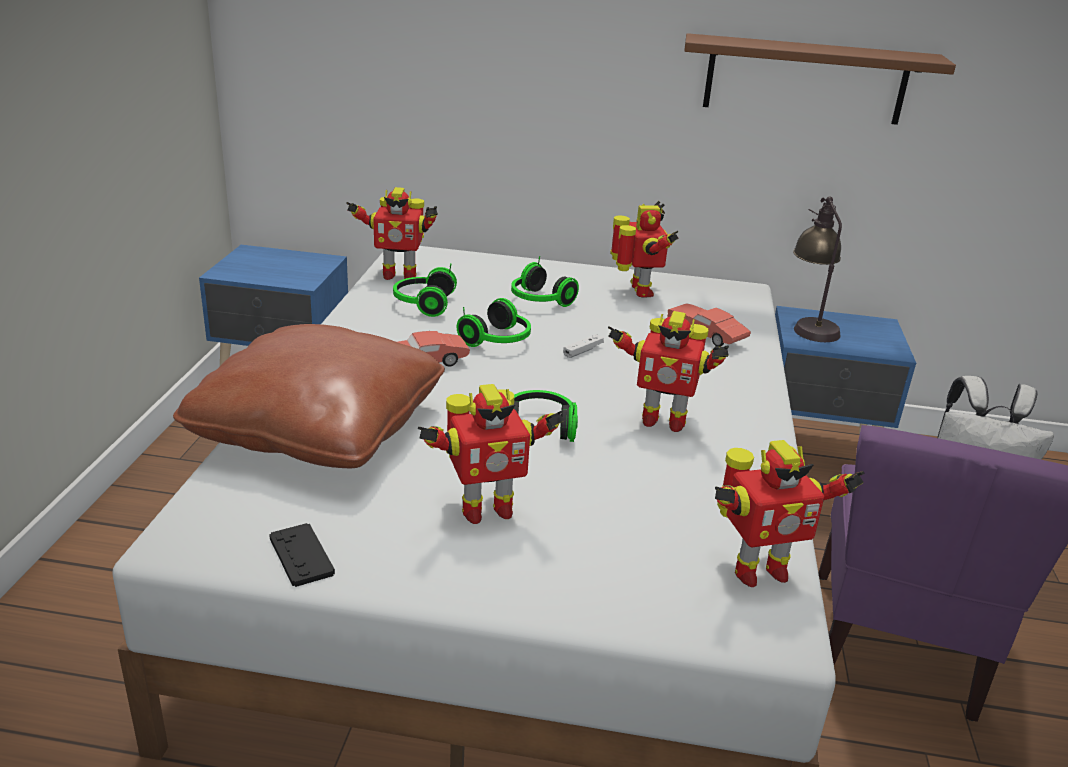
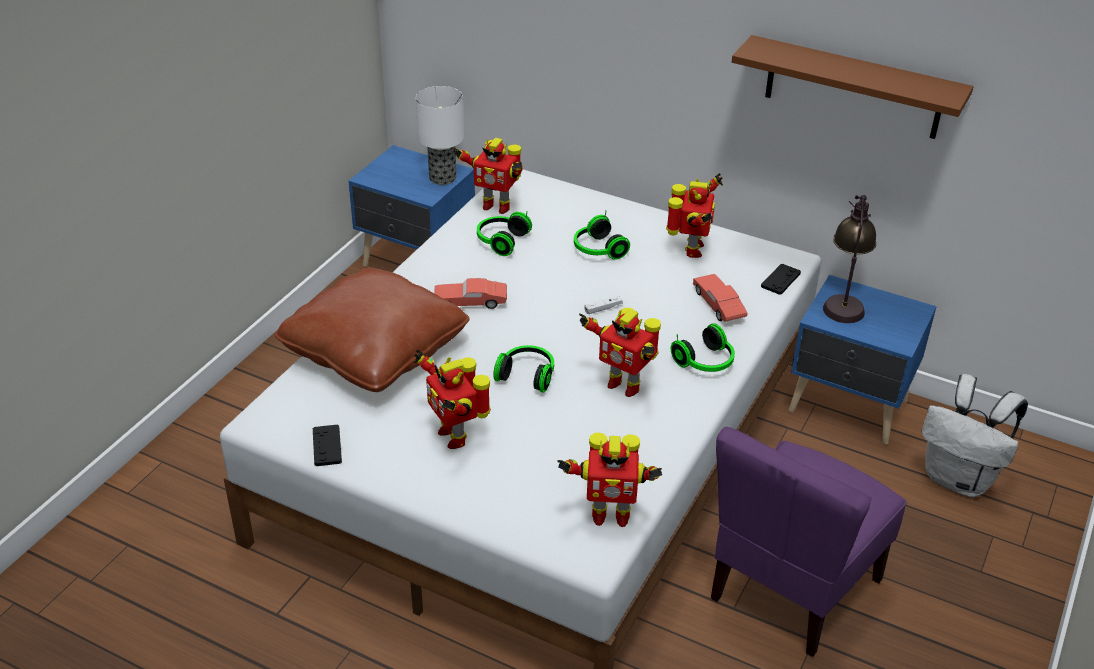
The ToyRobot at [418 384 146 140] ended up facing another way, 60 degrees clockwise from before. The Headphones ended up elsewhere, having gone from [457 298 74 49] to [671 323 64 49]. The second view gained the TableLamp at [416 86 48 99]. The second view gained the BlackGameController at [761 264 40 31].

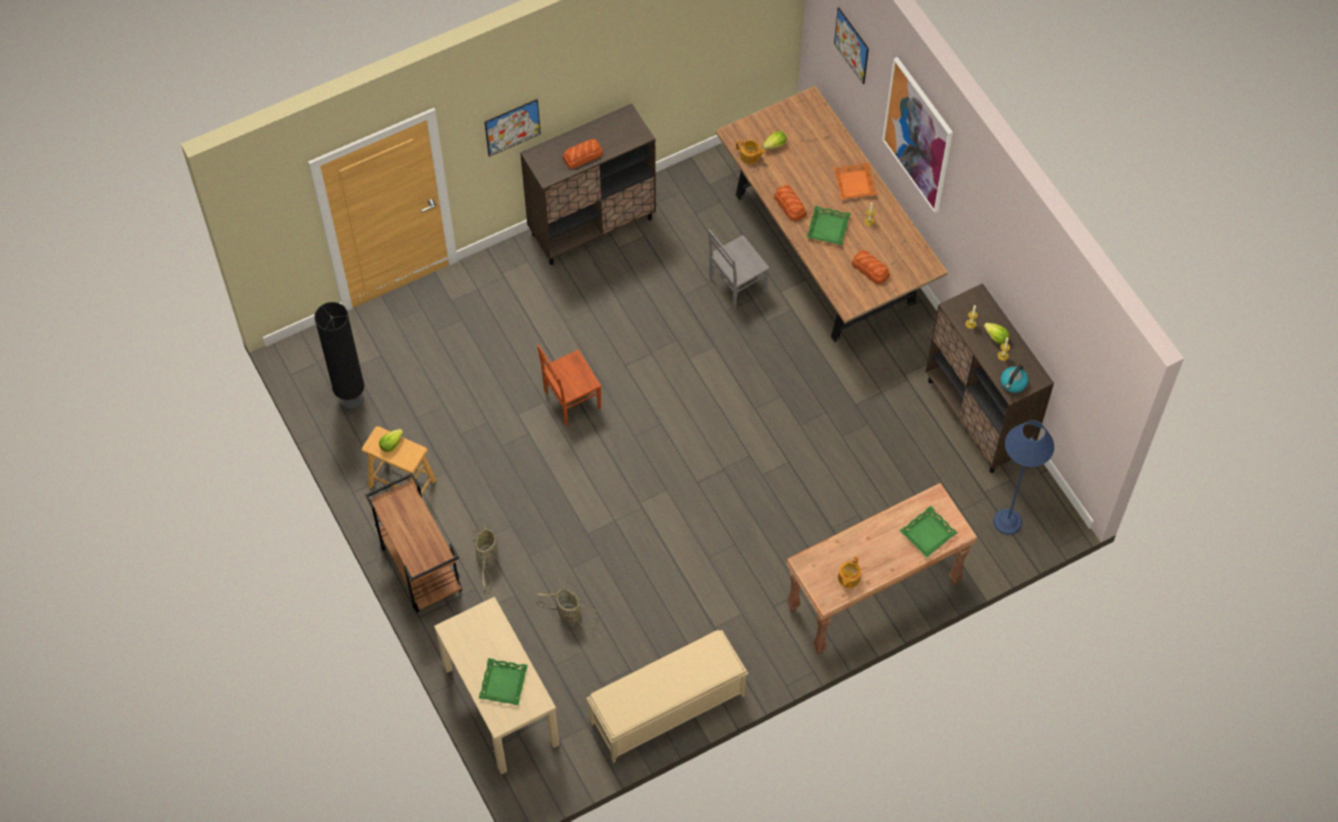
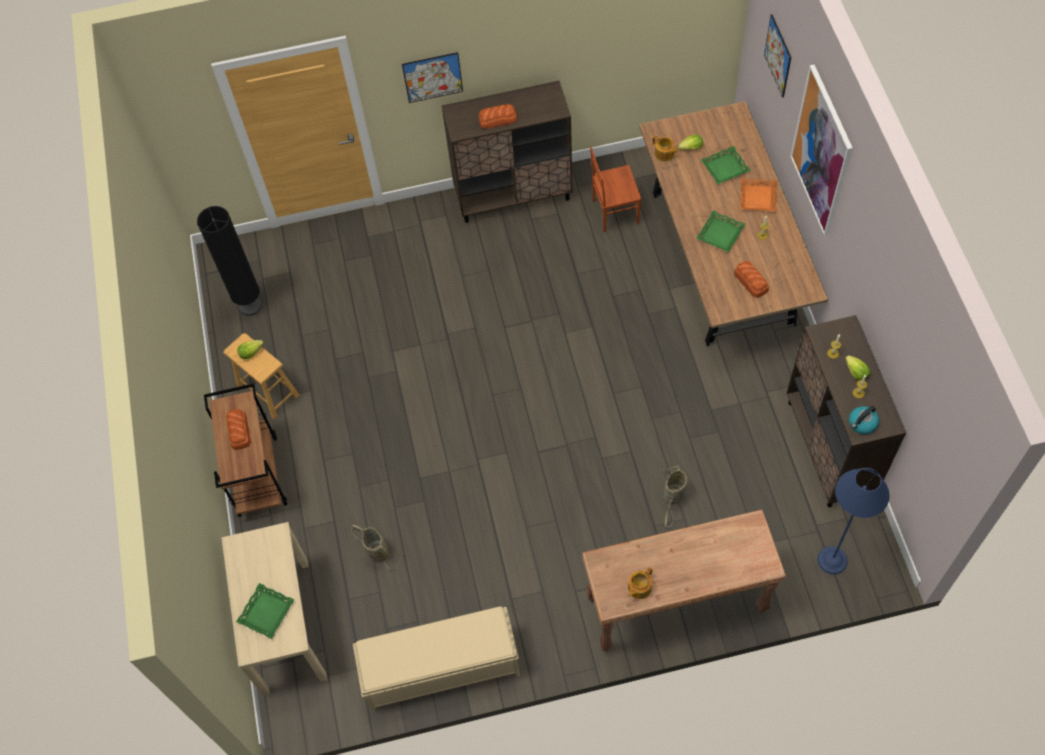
The Basket ended up elsewhere, having gone from [472 525 25 64] to [663 465 25 62]. The BrownChair ended up elsewhere, having gone from [537 344 64 82] to [590 147 52 85]. The second view lost the GreyChair at [709 229 61 81]. The Bread ended up elsewhere, having gone from [774 185 32 37] to [226 409 25 41]. The GreenTray ended up elsewhere, having gone from [899 506 59 52] to [700 146 51 38].

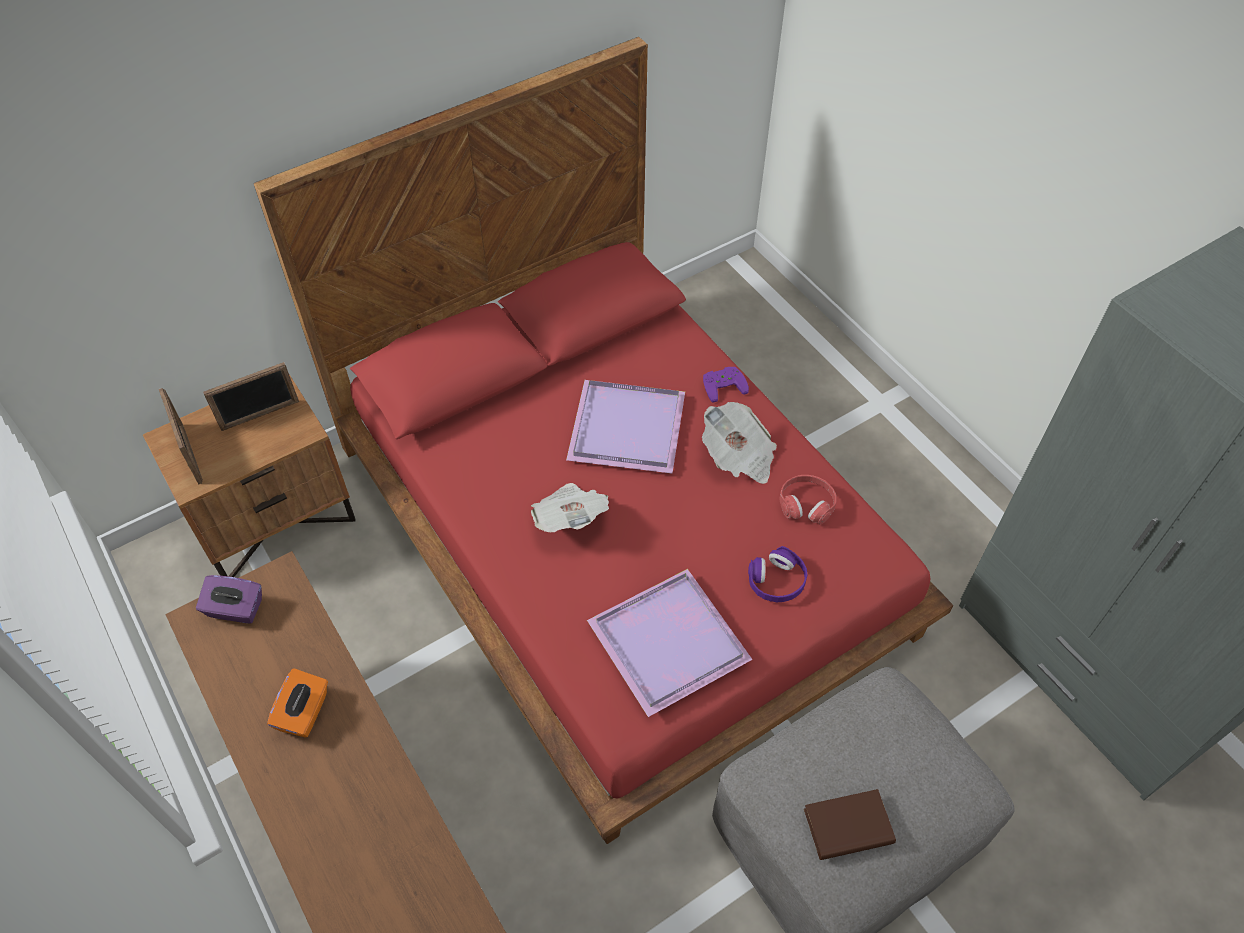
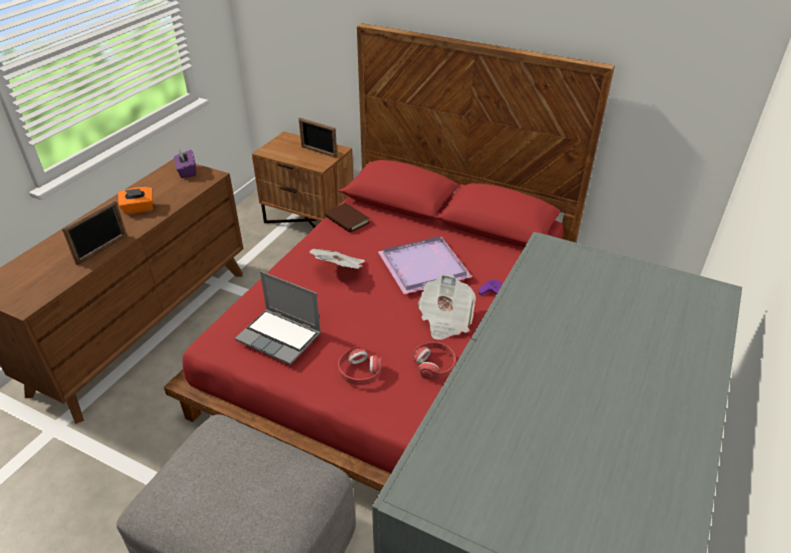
The PictureFrame ended up elsewhere, having gone from [159 388 44 96] to [62 200 65 65]. Where the PurpleTray stood at [587 569 166 148], the Laptop came to stand at [235 271 86 94]. What was the PurpleHeadphones at [748 546 59 56] turned into the RedHeadphones at [338 346 44 39]. The BrownBook ended up elsewhere, having gone from [804 789 92 71] to [325 203 45 30].

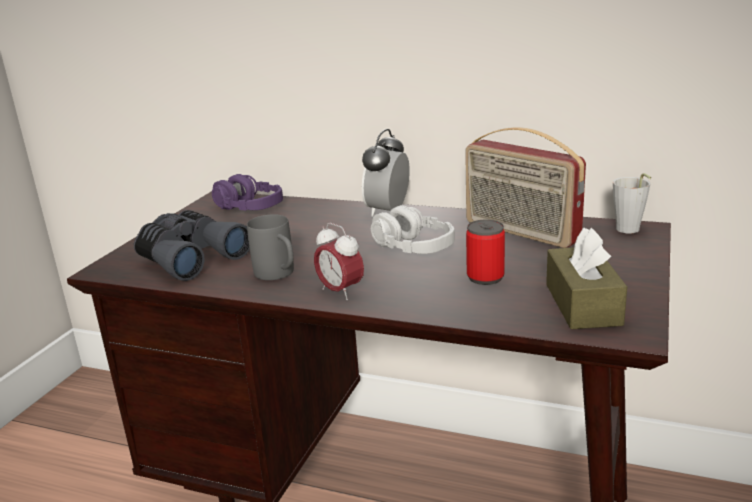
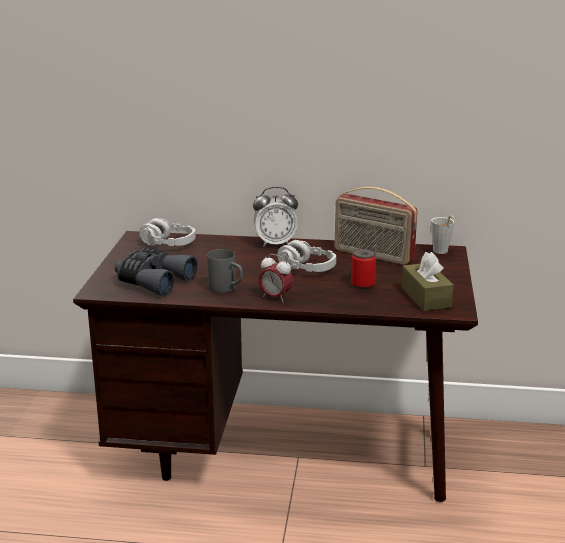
What was the PurpleHeadphones at [212 174 71 36] turned into the GreyHeadphones at [139 218 57 28]. The AlarmClock at [362 129 48 88] ended up facing another way, 105 degrees counterclockwise from before.

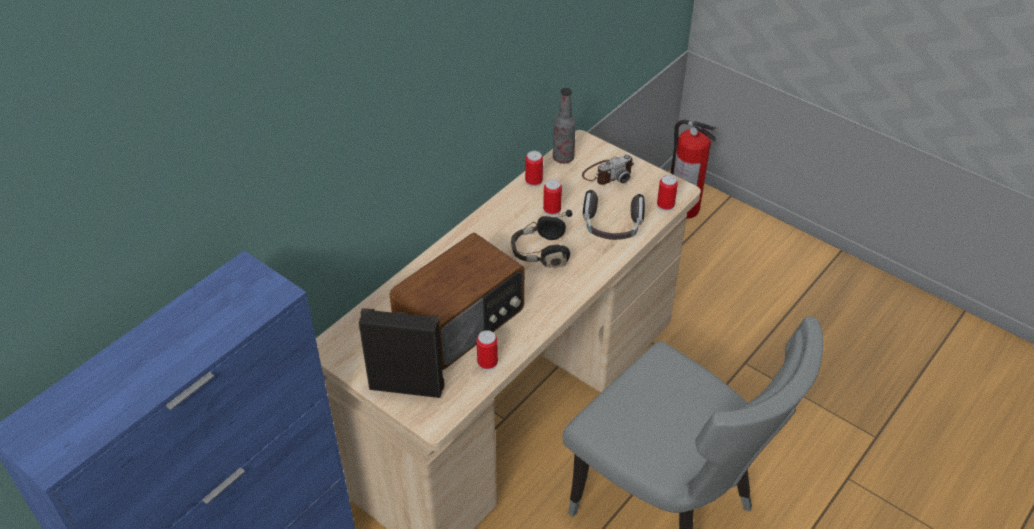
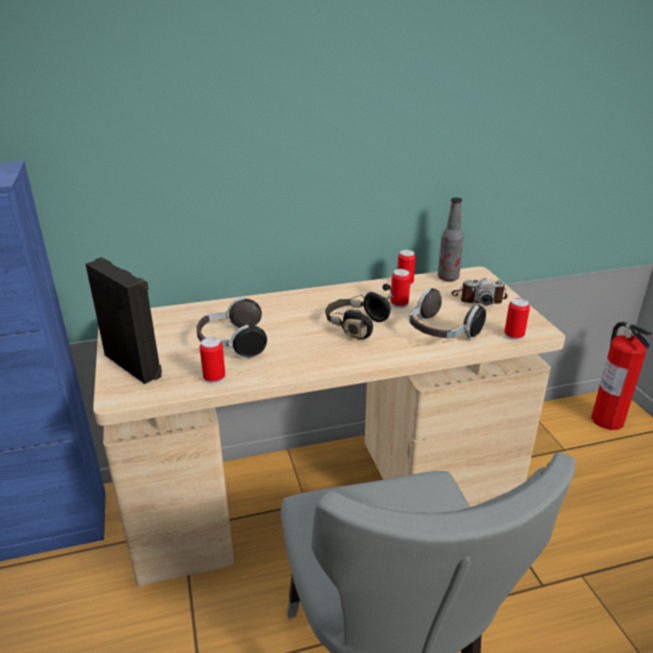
Where the Radio stood at [390 233 134 137], the Headphones came to stand at [196 297 71 62].

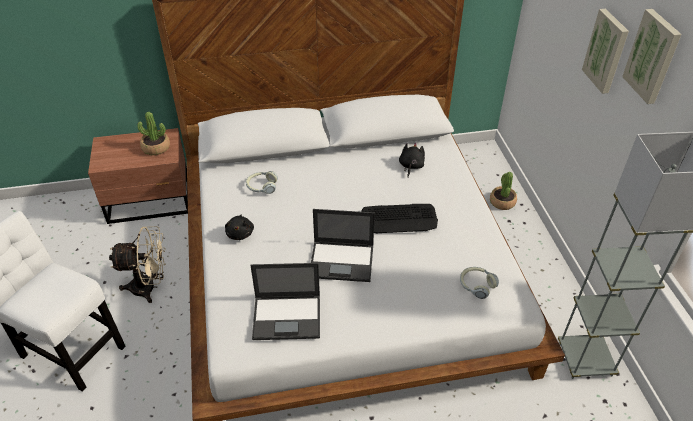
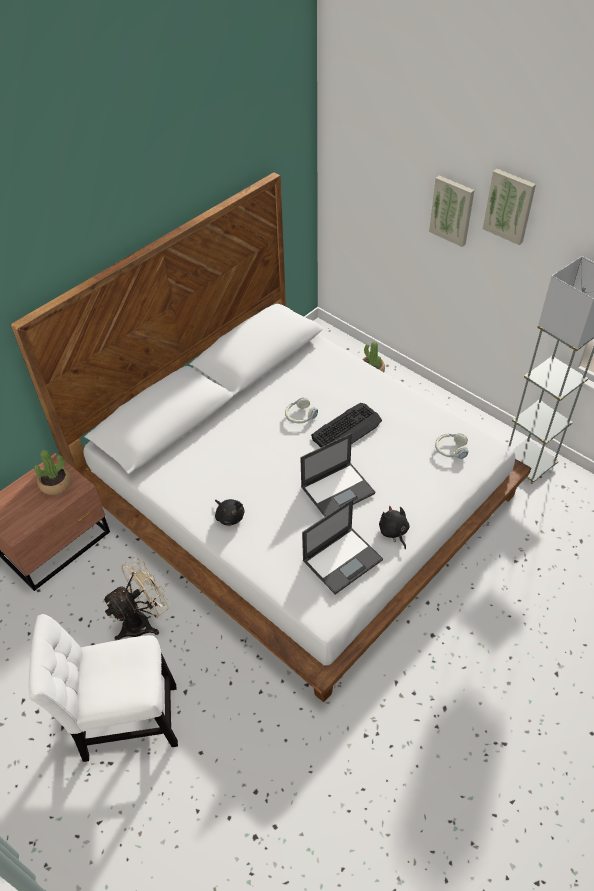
The Headphones ended up elsewhere, having gone from [246 171 32 23] to [285 397 33 26]. The BlackPlushToy ended up elsewhere, having gone from [399 143 26 34] to [379 506 31 43].

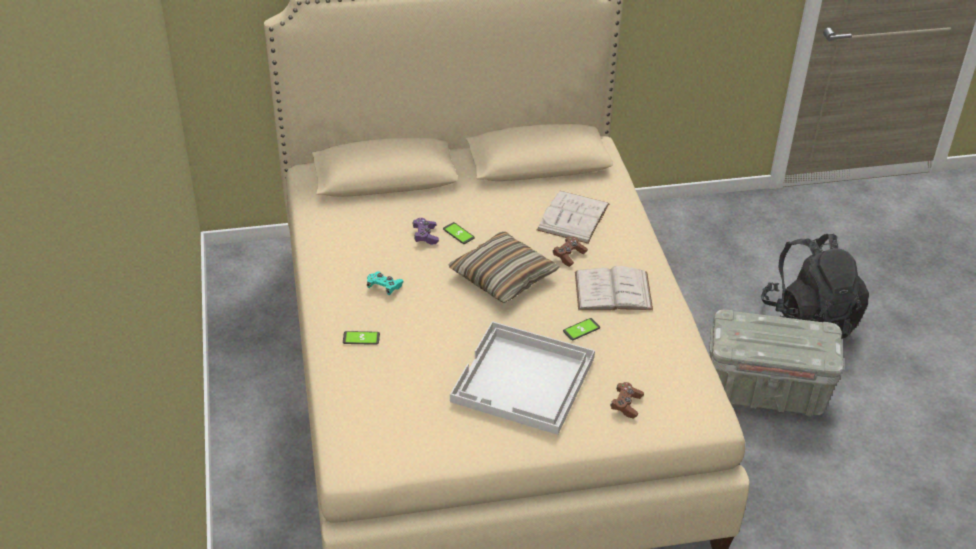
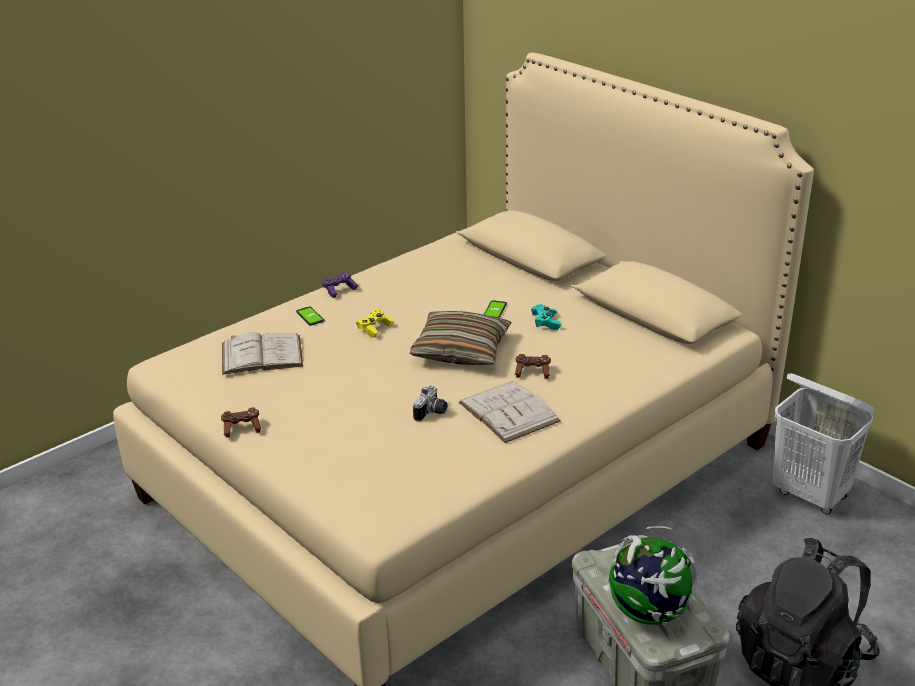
The TurquoiseGameController ended up elsewhere, having gone from [367 271 37 24] to [531 304 30 26]. The PurpleGameController ended up elsewhere, having gone from [412 218 27 27] to [322 272 36 26]. The second view lost the WhiteTray at [450 321 145 114]. The WhiteBook ended up elsewhere, having gone from [537 191 72 53] to [222 332 81 43]. Where the Phone stood at [563 318 37 22], the PhotoCamera came to stand at [413 385 34 37]. The BrownGameController ended up elsewhere, having gone from [611 382 33 37] to [221 407 40 31]. The second view gained the YellowGameController at [356 310 38 28]. The second view gained the Globe at [607 526 90 99]. The second view gained the WhiteLaundryBasket at [772 373 103 142].

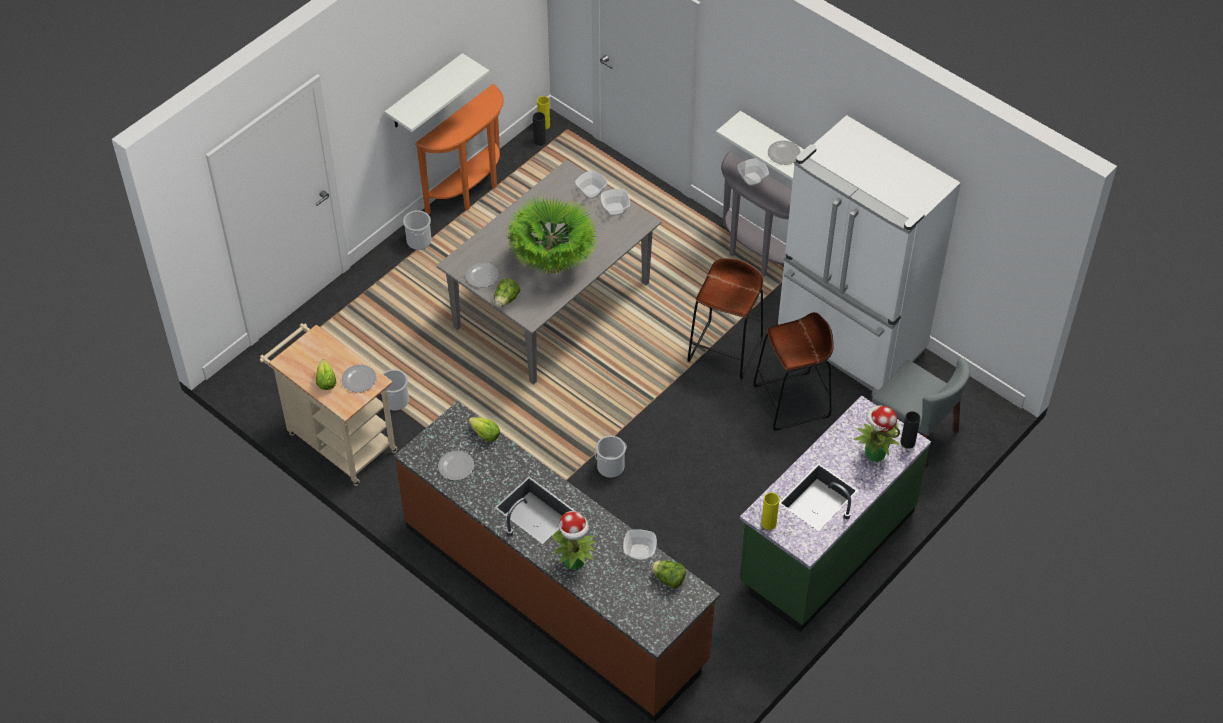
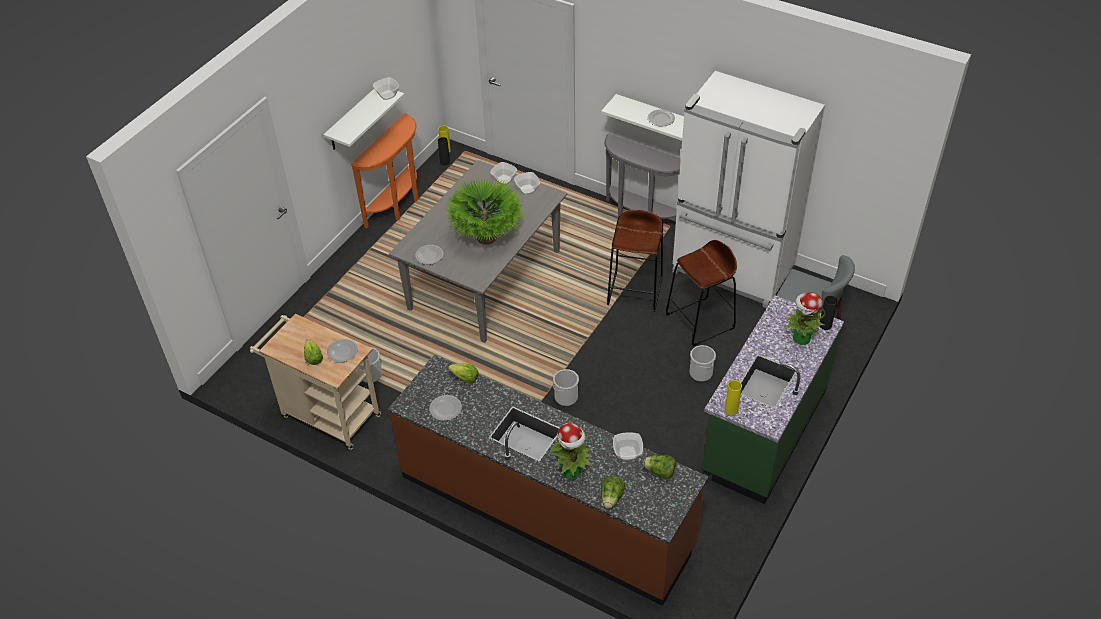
The Bucket ended up elsewhere, having gone from [403 210 29 40] to [690 345 26 37]. The Lettuce ended up elsewhere, having gone from [494 278 26 29] to [601 476 24 32]. The Bowl ended up elsewhere, having gone from [738 158 31 28] to [373 77 26 23].

